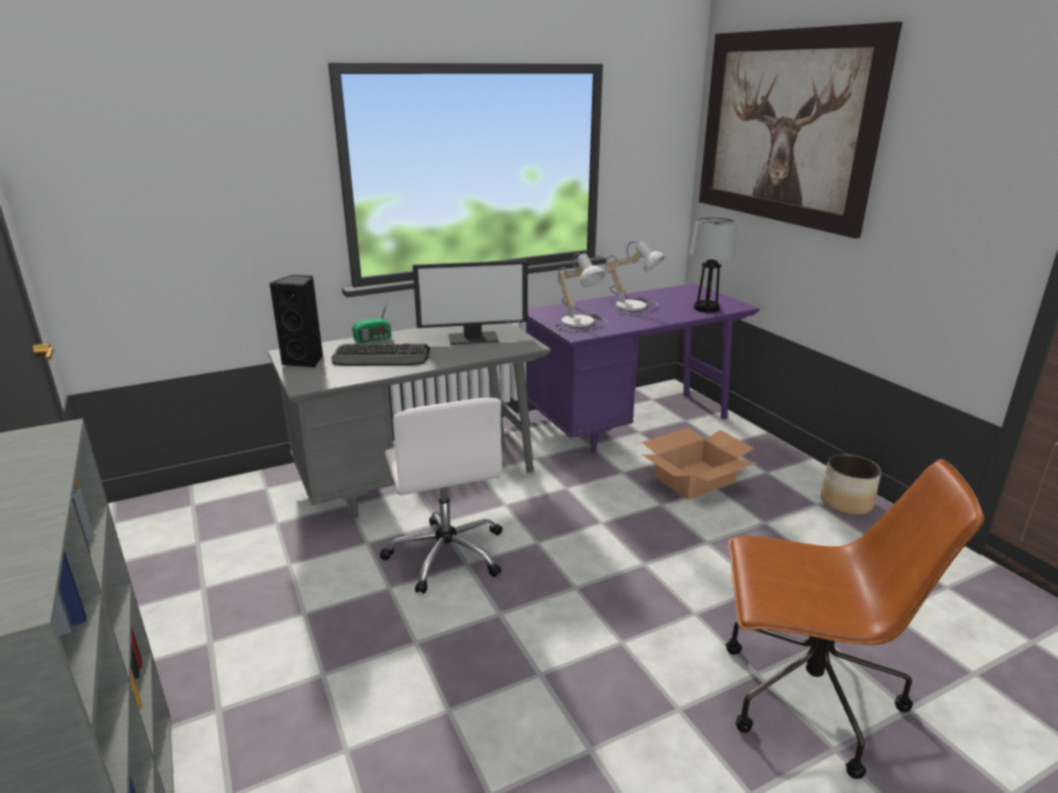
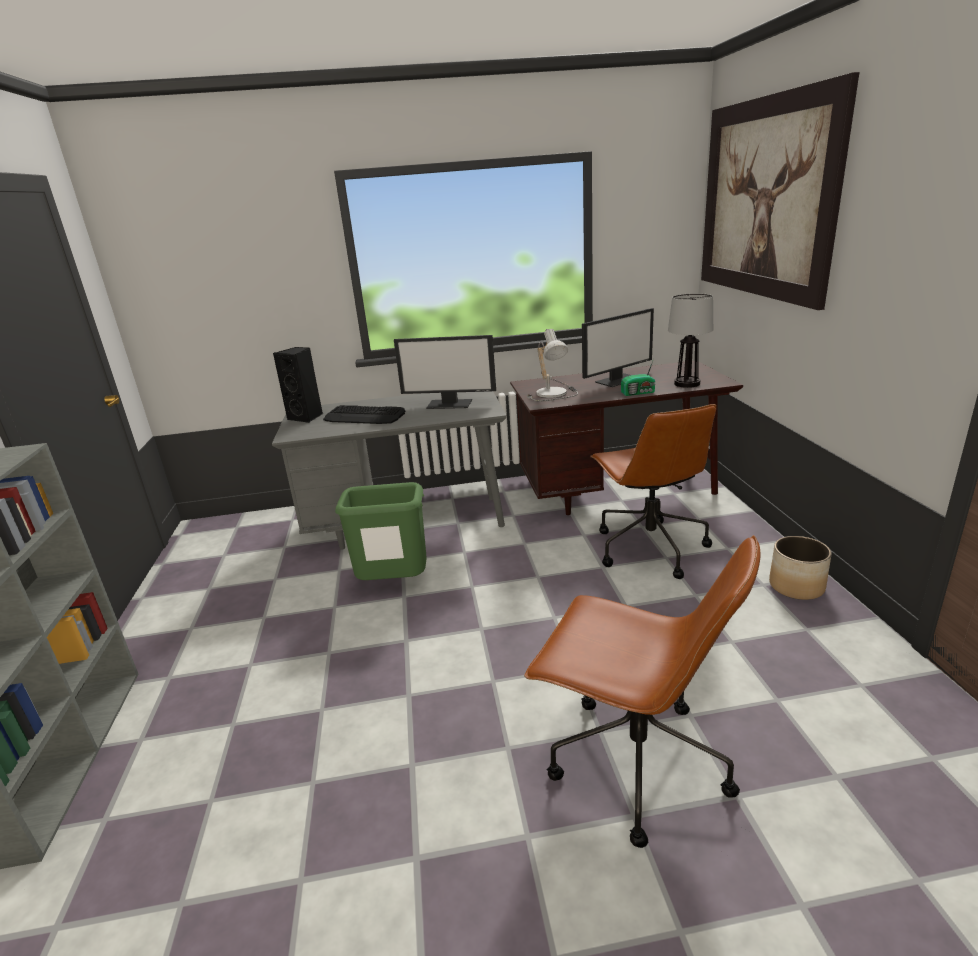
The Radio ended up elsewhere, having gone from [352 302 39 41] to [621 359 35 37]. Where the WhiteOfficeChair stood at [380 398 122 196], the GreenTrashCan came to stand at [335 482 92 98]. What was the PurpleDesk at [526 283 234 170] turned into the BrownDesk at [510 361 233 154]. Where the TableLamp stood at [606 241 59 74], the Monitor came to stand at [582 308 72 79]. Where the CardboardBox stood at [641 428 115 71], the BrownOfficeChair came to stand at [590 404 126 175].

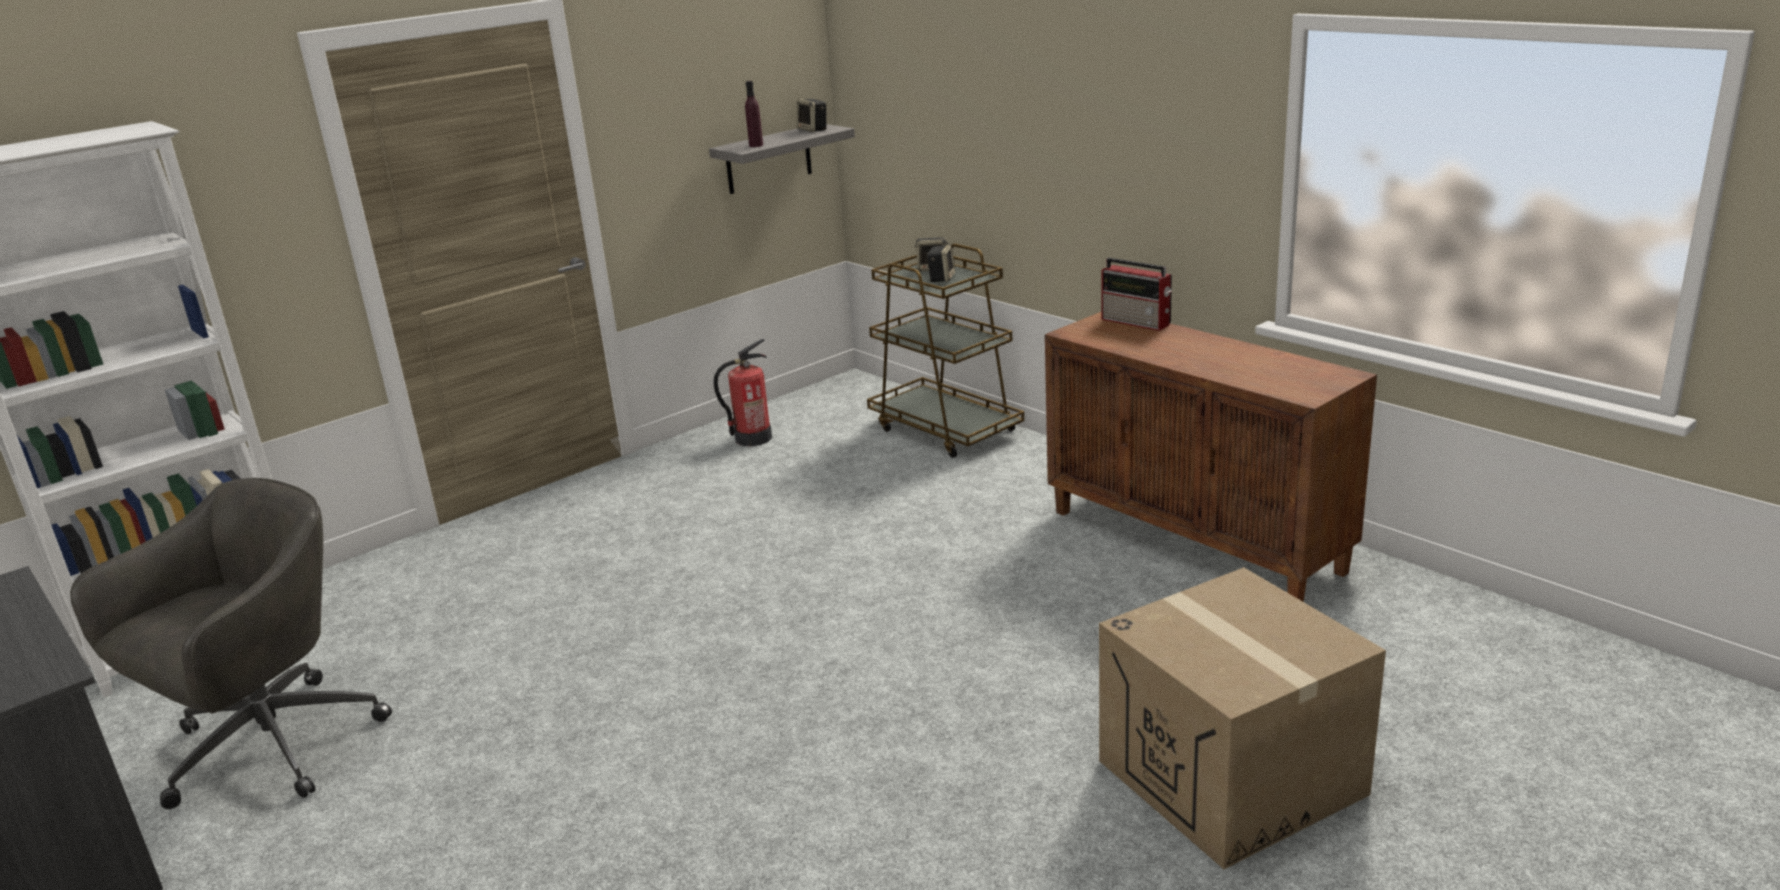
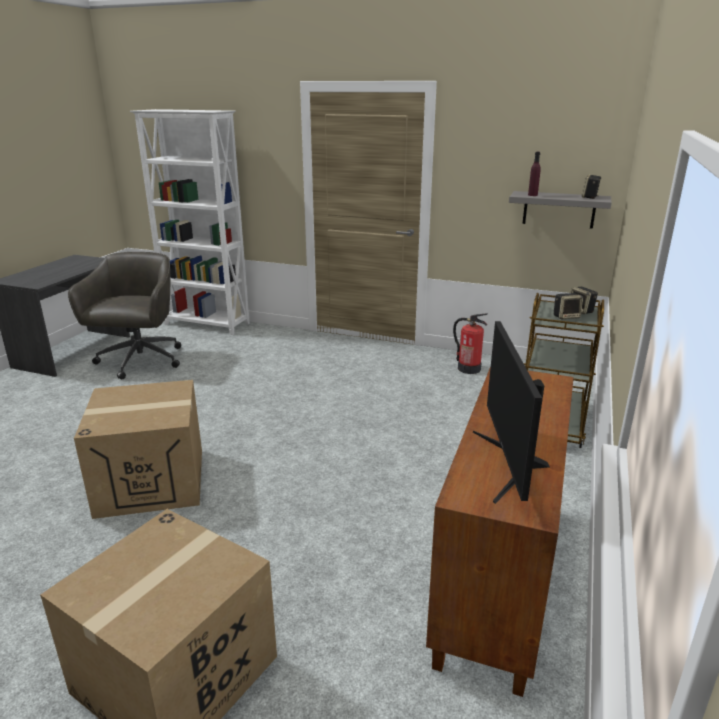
The GreyOfficeChair at [70 478 322 331] ended up facing another way, 90 degrees counterclockwise from before. The second view lost the Radio at [1101 258 71 73]. The second view gained the CardboardBox at [74 380 128 139]. The second view gained the Monitor at [473 321 77 183].

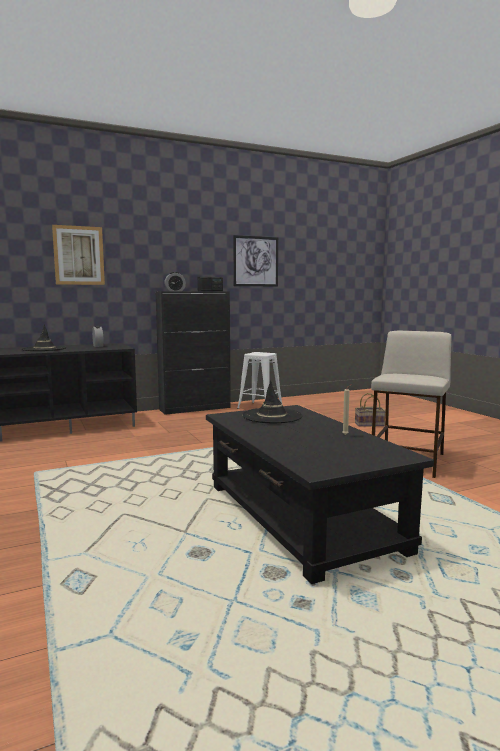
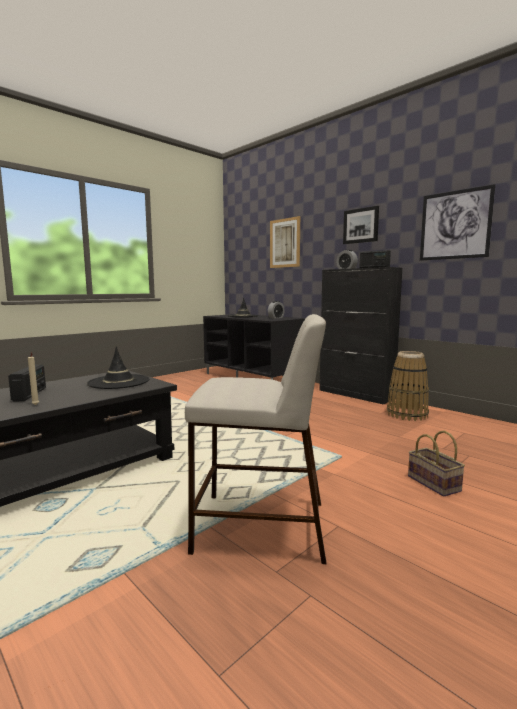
Where the WhiteStool stood at [237 352 45 57], the Basket came to stand at [387 351 42 70]. The second view gained the Radio at [8 364 38 38]. The second view gained the Picture at [343 206 36 38].

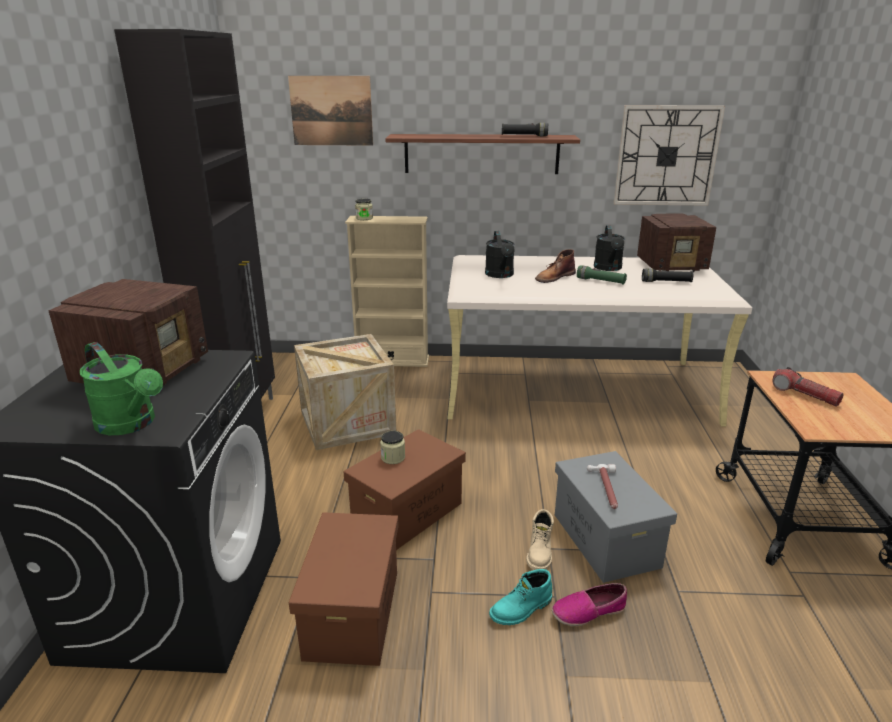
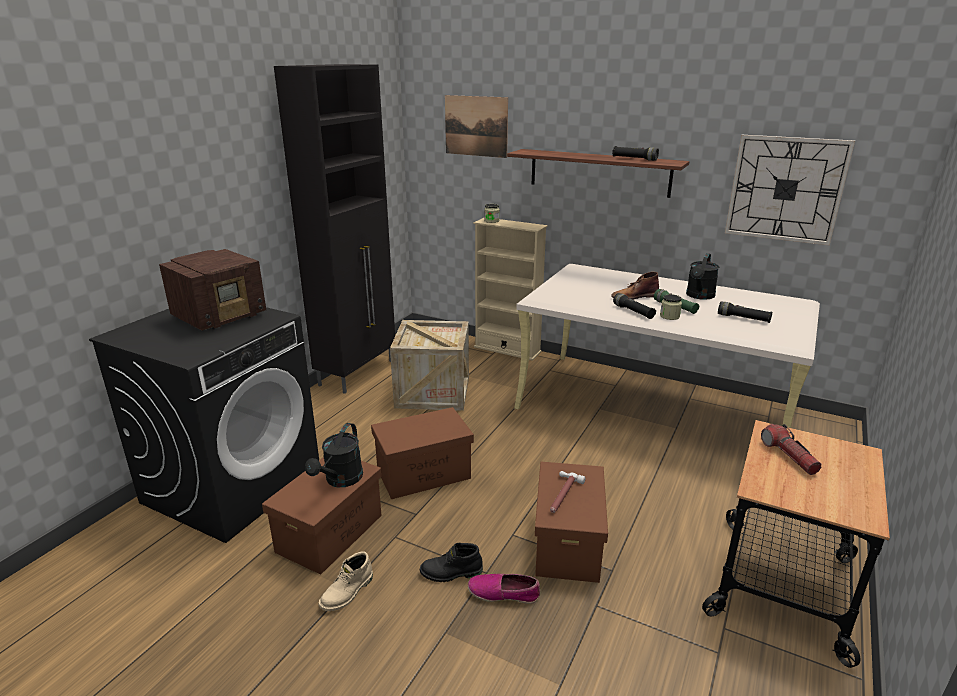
The second view lost the GreenWateringCan at [80 342 83 93]. The Jar ended up elsewhere, having gone from [380 431 25 33] to [660 294 22 26]. The BlackWateringCan ended up elsewhere, having gone from [485 231 30 47] to [305 423 58 64]. What was the TurquoiseBoot at [489 569 63 56] turned into the BlackBoot at [420 542 63 40]. The BeigeBoot ended up elsewhere, having gone from [526 509 28 61] to [319 551 54 60]. What was the GreyStorageBox at [555 451 122 132] turned into the BrownStorageBox at [535 462 73 121]. The second view lost the Radio at [637 213 79 59]. The second view gained the BlackFlashlight at [613 293 43 26].

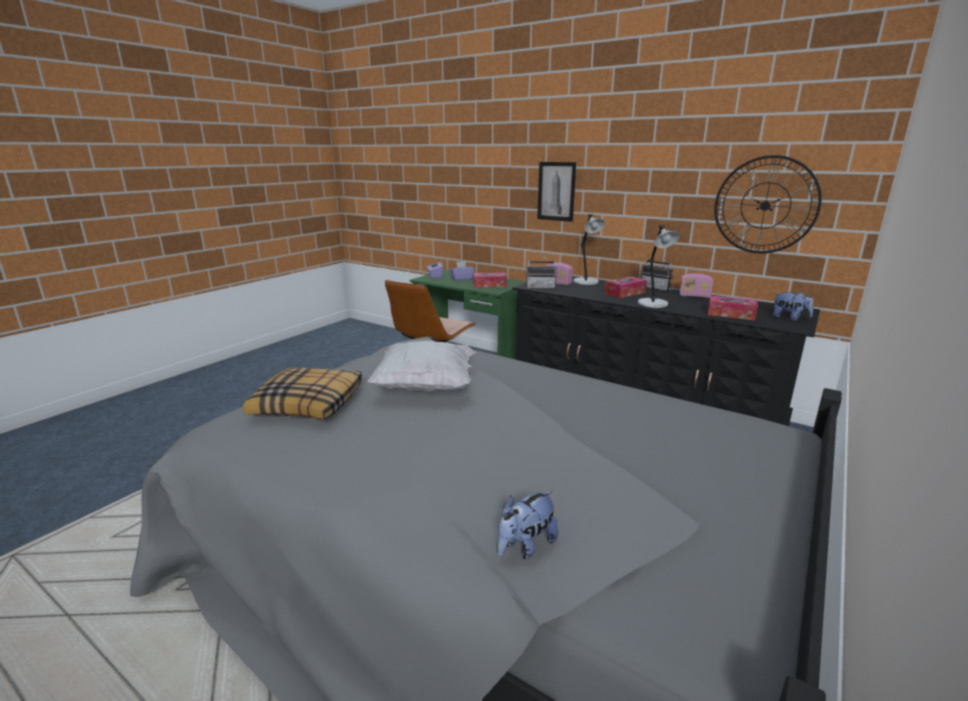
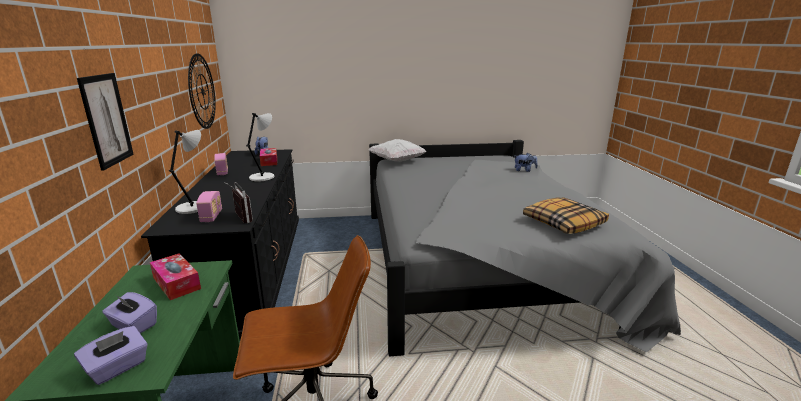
The WhitePillow ended up elsewhere, having gone from [367 341 109 51] to [369 139 58 23]. The second view lost the TissueBox at [605 277 42 21]. The second view lost the Radio at [641 252 32 39].

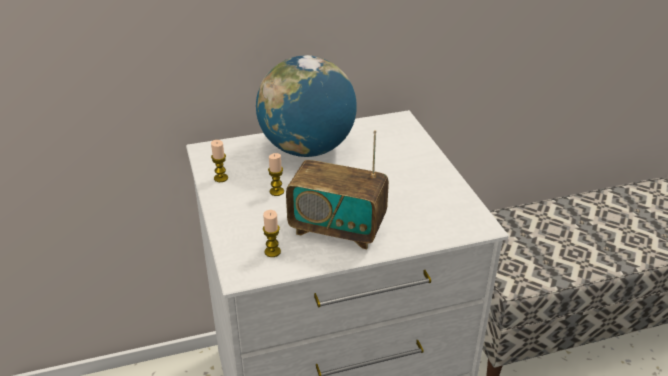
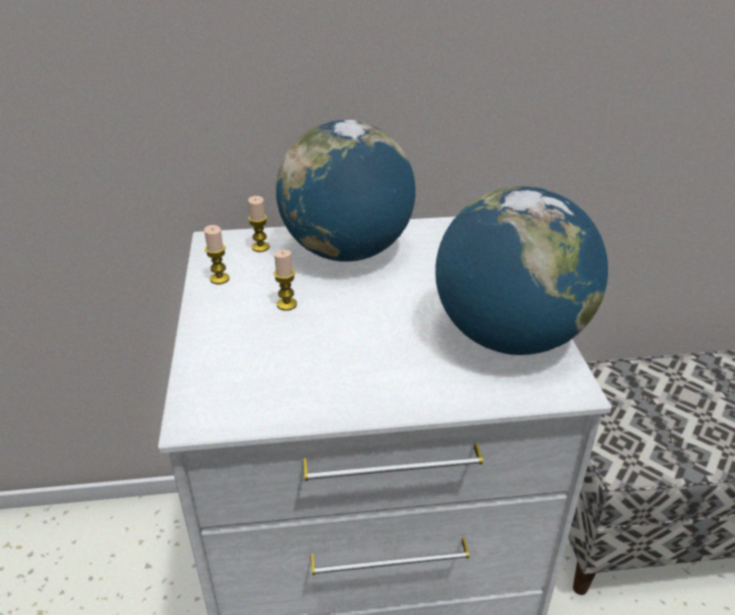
The Candle ended up elsewhere, having gone from [263 210 18 47] to [248 196 22 56]. The second view lost the Radio at [286 130 103 119]. The second view gained the Globe at [435 186 173 169].

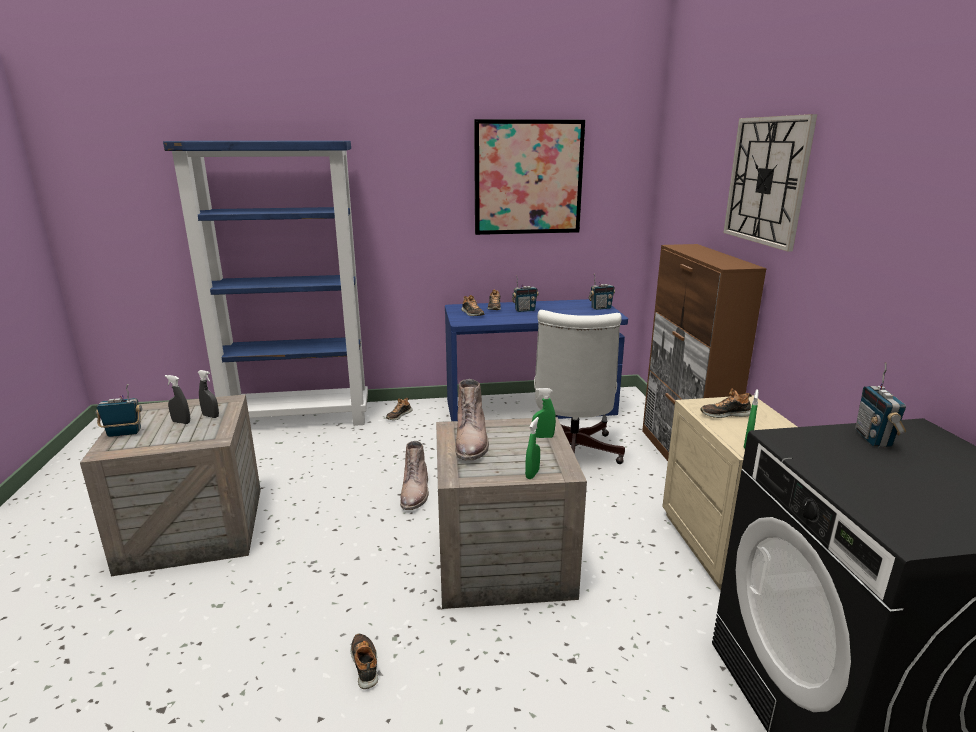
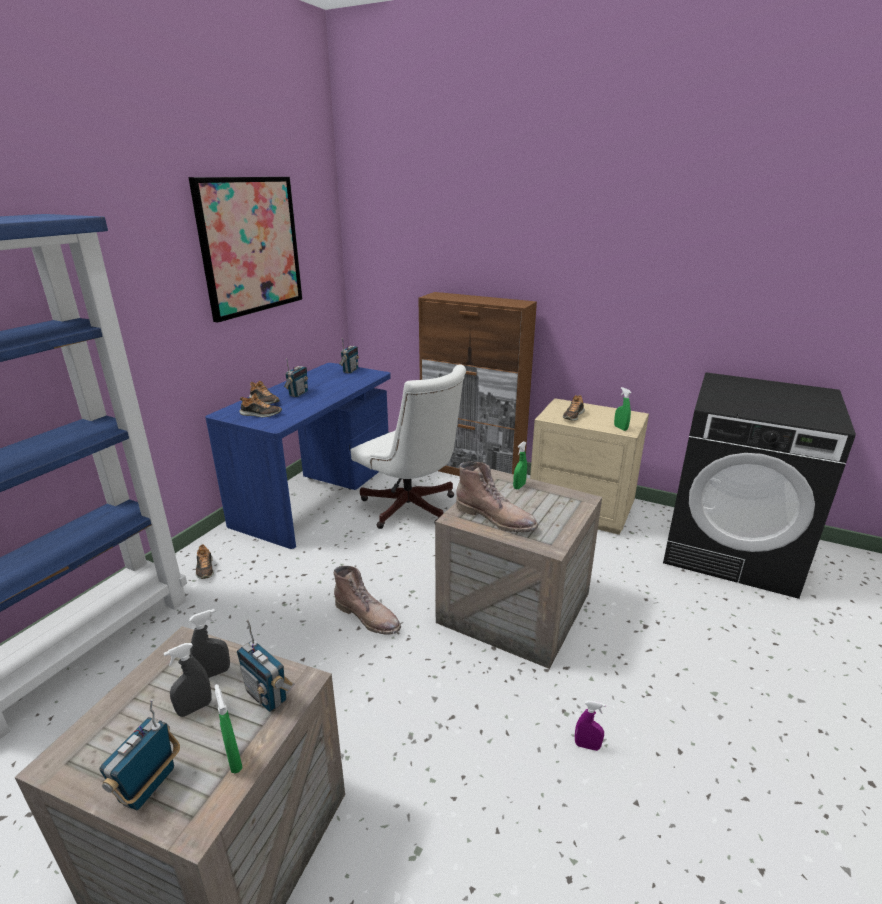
Where the Shoe stood at [351 633 27 56], the PurpleSprayBottle came to stand at [575 700 31 51]. The GreenSprayBottle ended up elsewhere, having gone from [525 417 15 62] to [215 684 28 89]. The second view lost the WallClock at [723 114 94 138]. The Radio ended up elsewhere, having gone from [855 363 51 84] to [237 620 56 92].

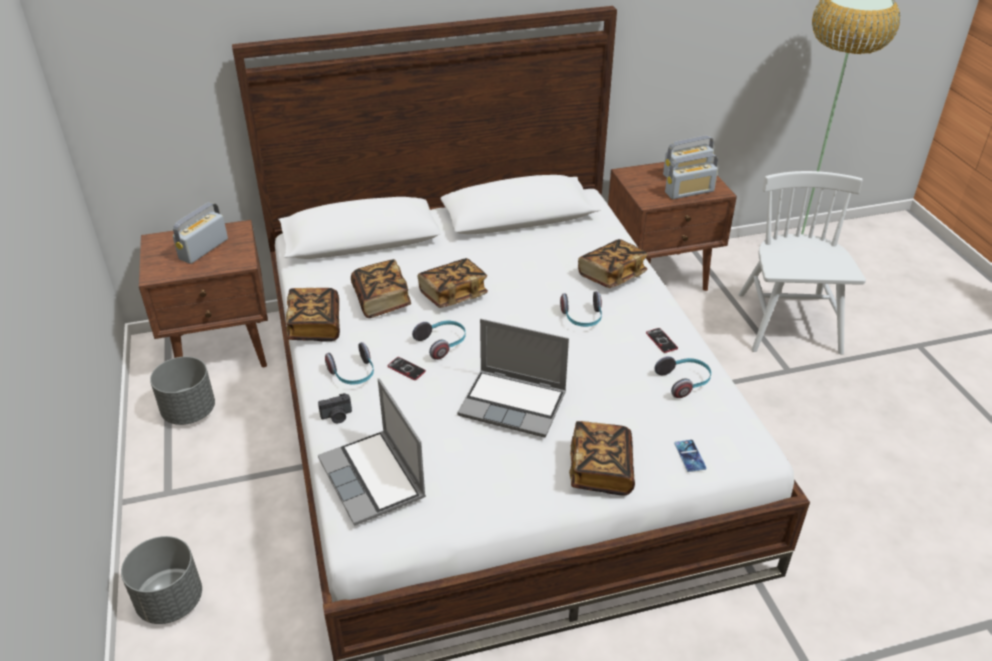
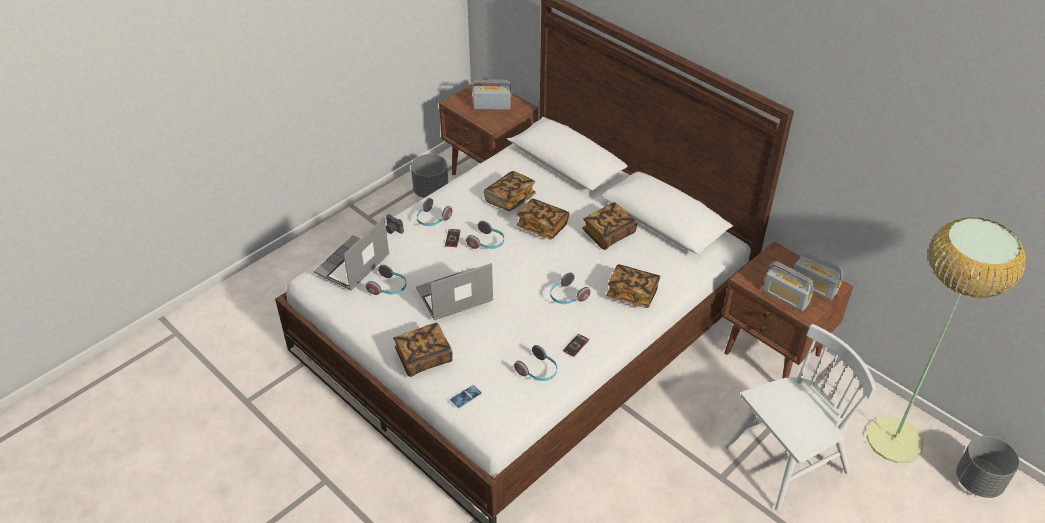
The GreyPlanter ended up elsewhere, having gone from [121 536 81 88] to [956 436 63 62]. The Book ended up elsewhere, having gone from [286 288 54 54] to [582 202 55 48]. The Laptop at [457 319 112 118] ended up facing another way, 75 degrees clockwise from before. The second view gained the Headphones at [366 265 40 30].

